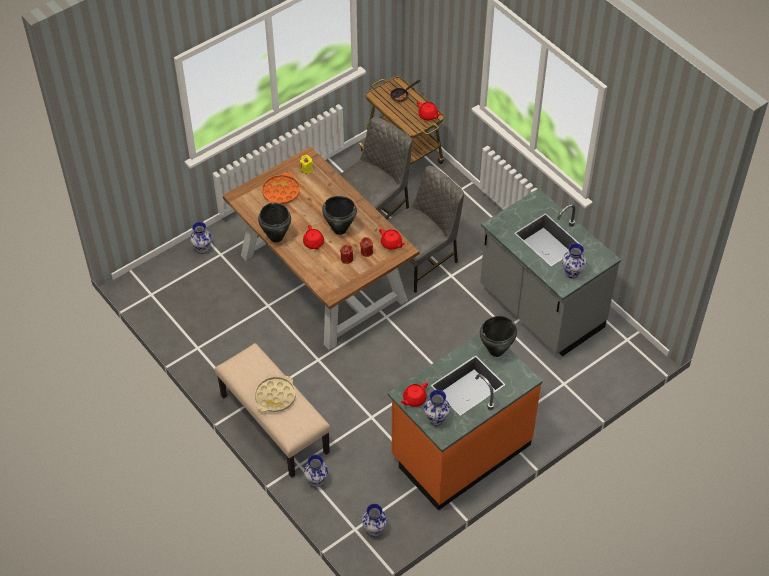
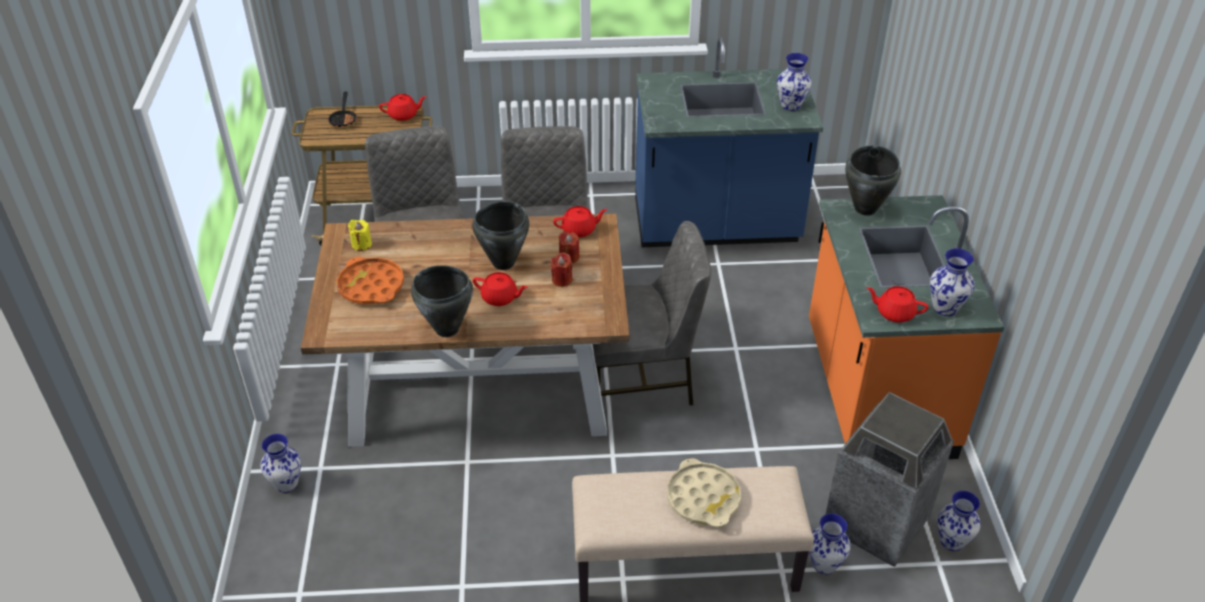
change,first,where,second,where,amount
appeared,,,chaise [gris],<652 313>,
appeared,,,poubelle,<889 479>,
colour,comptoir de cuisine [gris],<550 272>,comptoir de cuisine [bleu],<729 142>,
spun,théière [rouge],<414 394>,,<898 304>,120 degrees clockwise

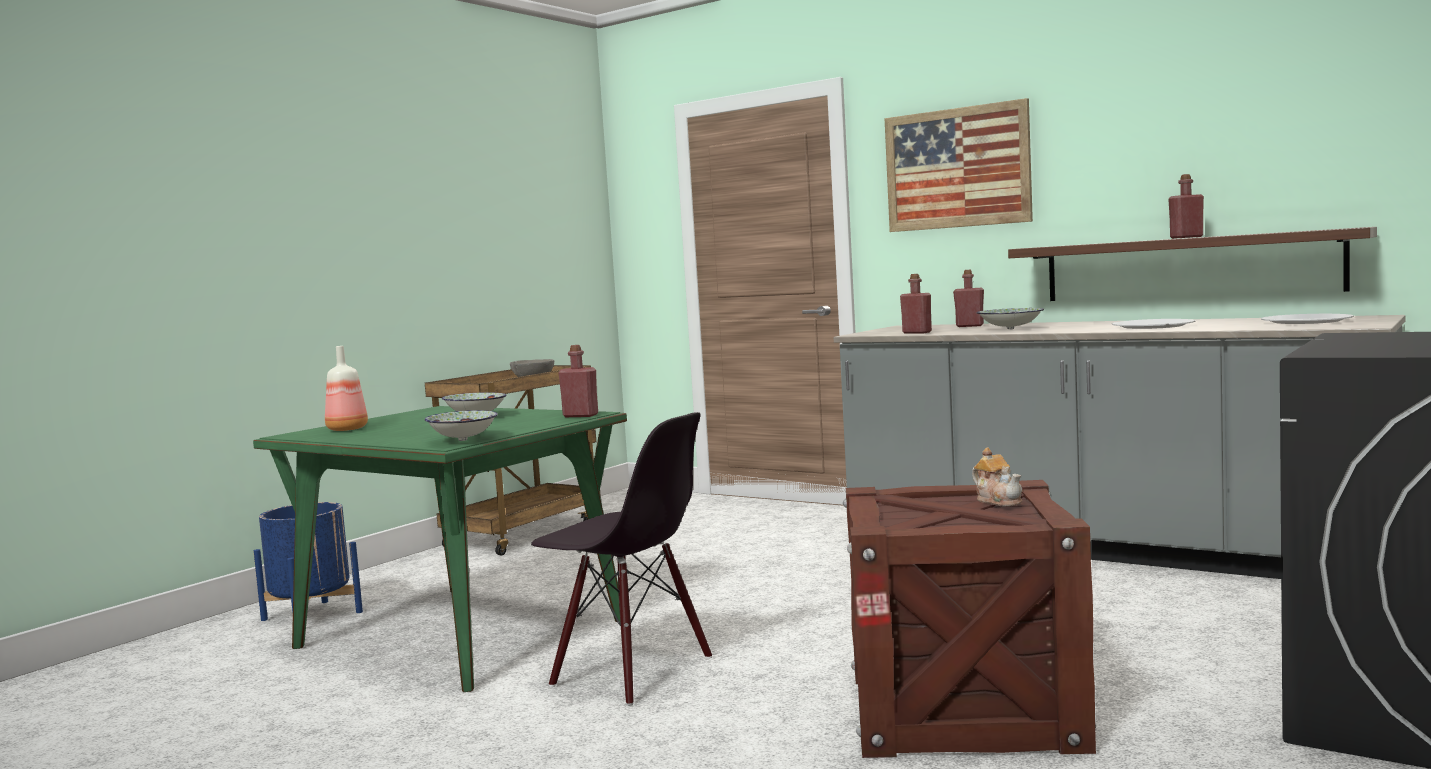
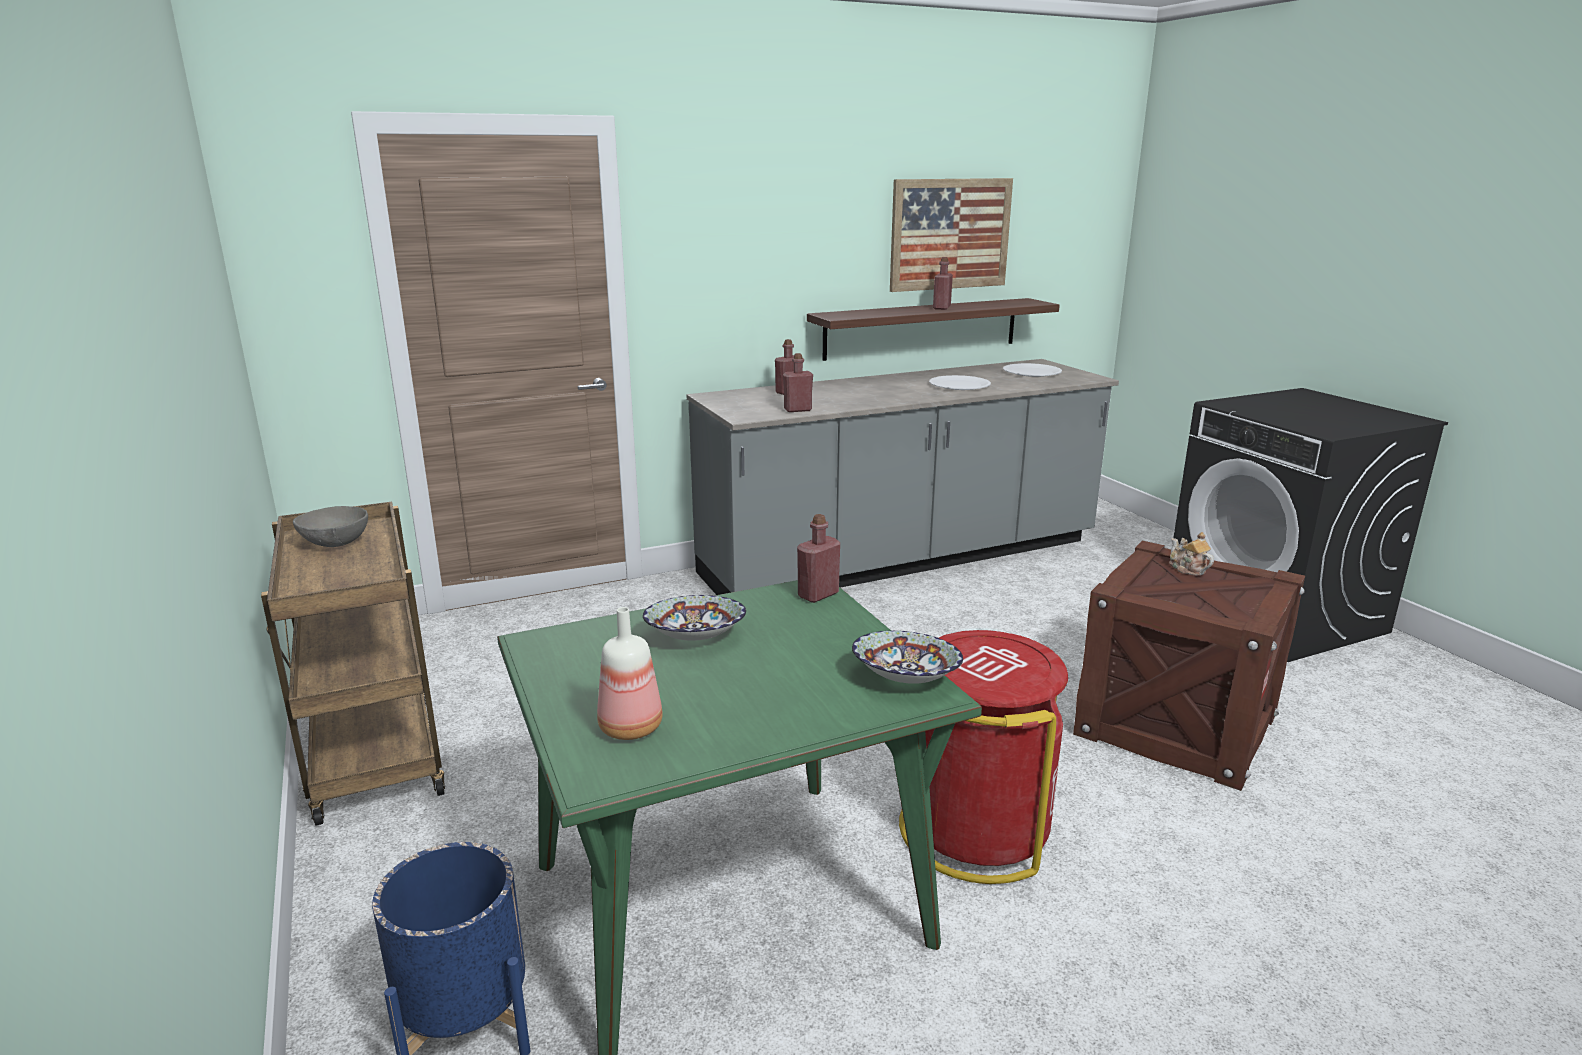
change,first,where,second,where,amount
missing,bol,<1010 318>,,,
relocated,tableau,<958 165>,,<951 235>,
exchanged,chaise [noir],<621 559>,poubelle [rouge],<983 757>,
spun,théière,<997 477>,,<1191 553>,120 degrees counterclockwise

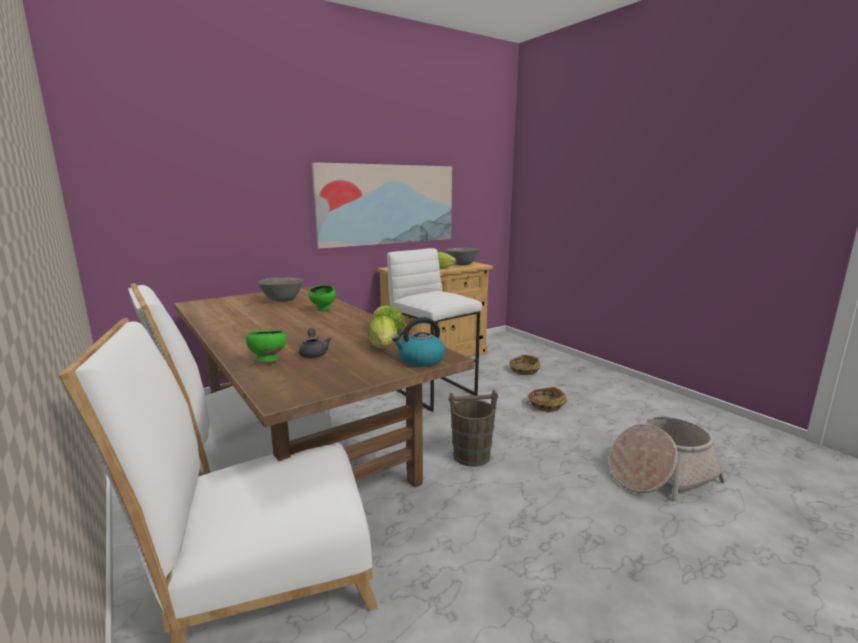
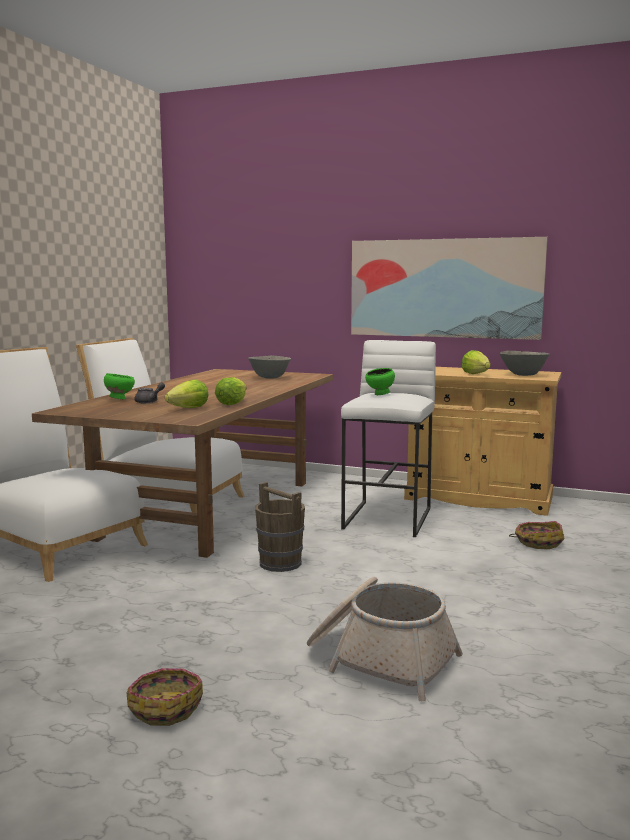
change,first,where,second,where,amount
missing,bouilloire,<418 342>,,,
relocated,bol [vert],<322 298>,,<380 381>,
relocated,panier,<546 399>,,<164 697>,

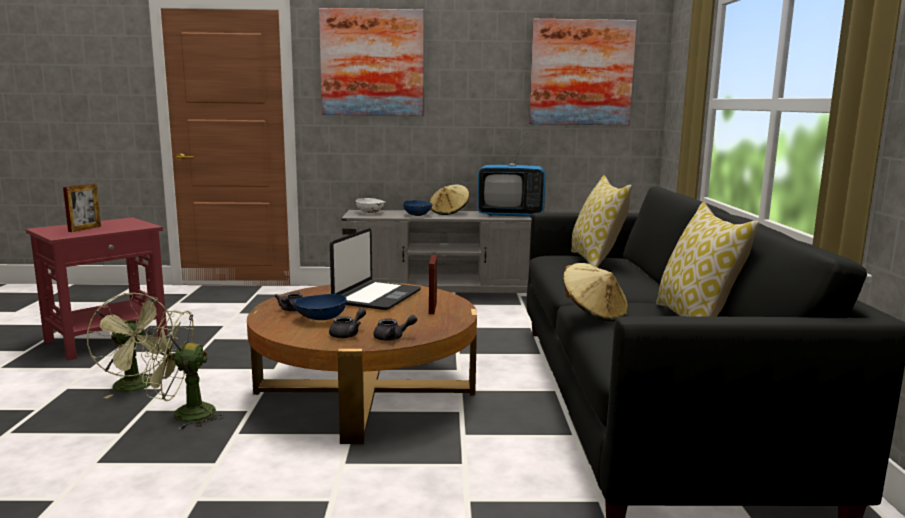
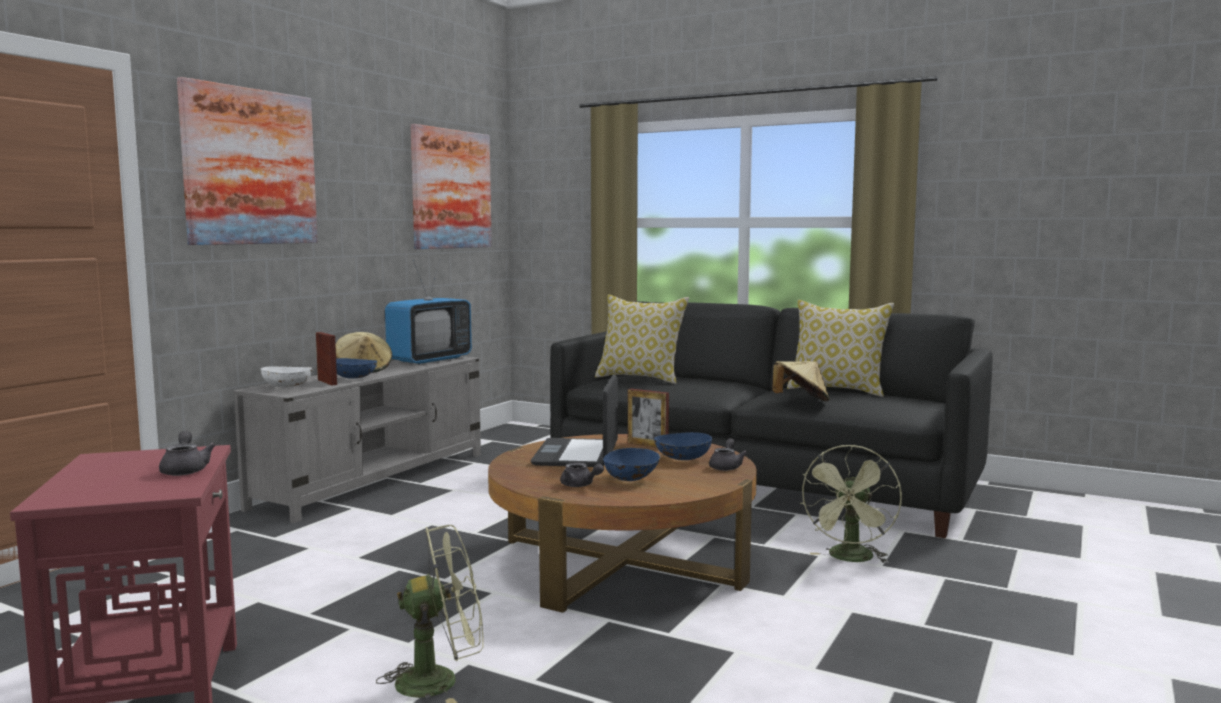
change,first,where,second,where,amount
appeared,,,bol [bleu],<683 446>,
relocated,cadre photo,<82 208>,,<326 359>,
relocated,ventilateur [vert],<183 370>,,<851 504>,
relocated,théière [gris],<347 323>,,<187 453>,
spun,ordinateur portable,<375 269>,,<574 420>,135 degrees counterclockwise

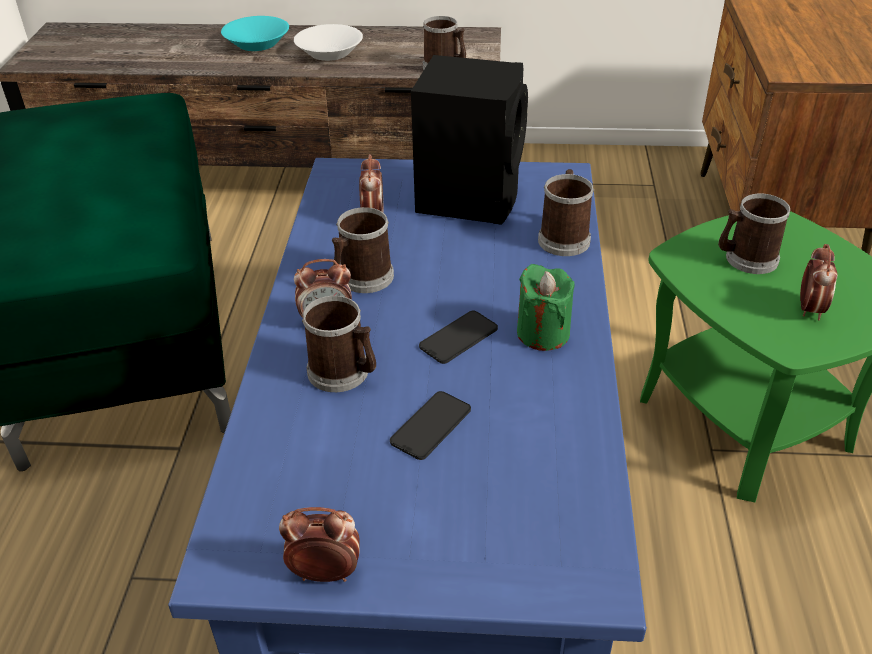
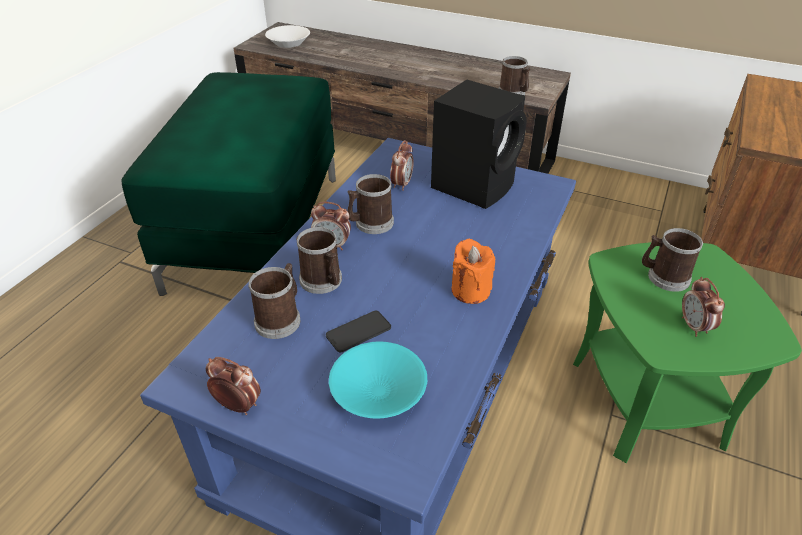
change,first,where,second,where,amount
missing,téléphone,<458 337>,,,
relocated,bol [turquoise],<255 33>,,<378 380>,
relocated,bol [blanc],<328 42>,,<287 36>,
relocated,mug,<566 212>,,<274 301>,
colour,bougie [vert],<546 307>,bougie [orange],<473 271>,
spun,réveil,<819 282>,,<703 307>,135 degrees clockwise

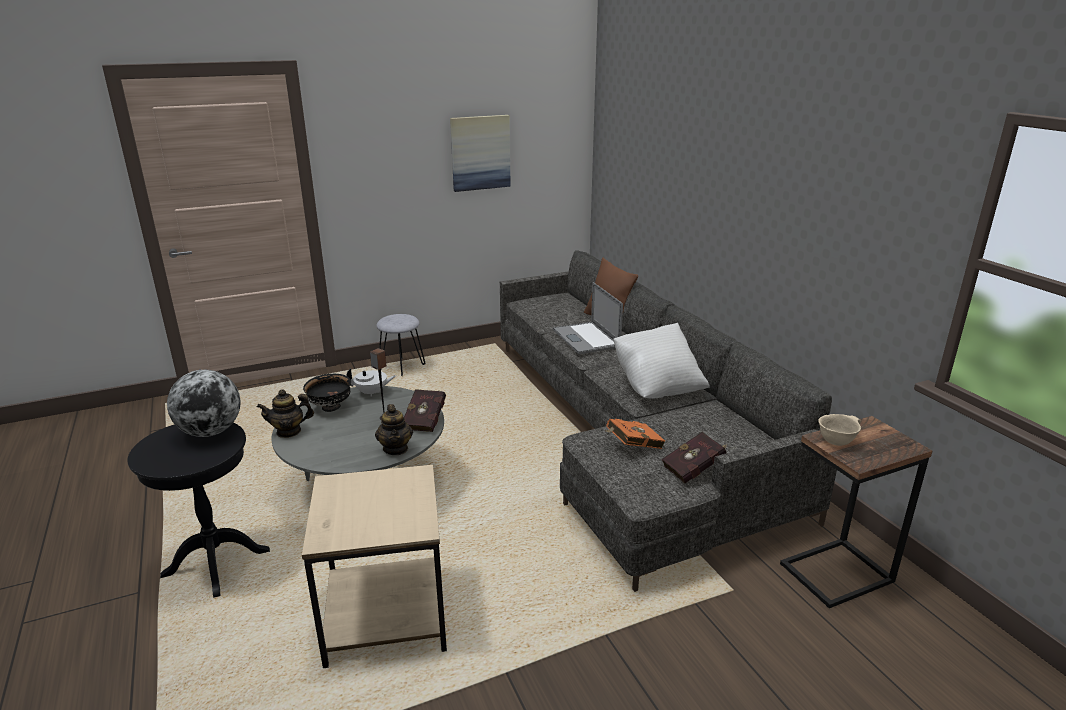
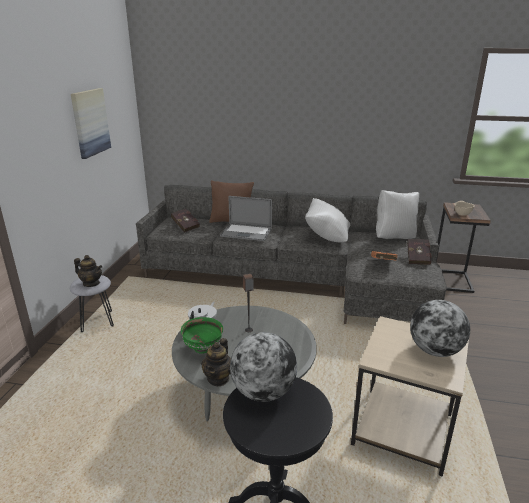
change,first,where,second,where,amount
appeared,,,coussin [blanc],<397 214>,
appeared,,,globe,<440 328>,
relocated,théière,<394 429>,,<88 271>,
relocated,livre [rouge],<425 410>,,<185 220>,
colour,bol [noir],<327 393>,bol [vert],<202 335>,

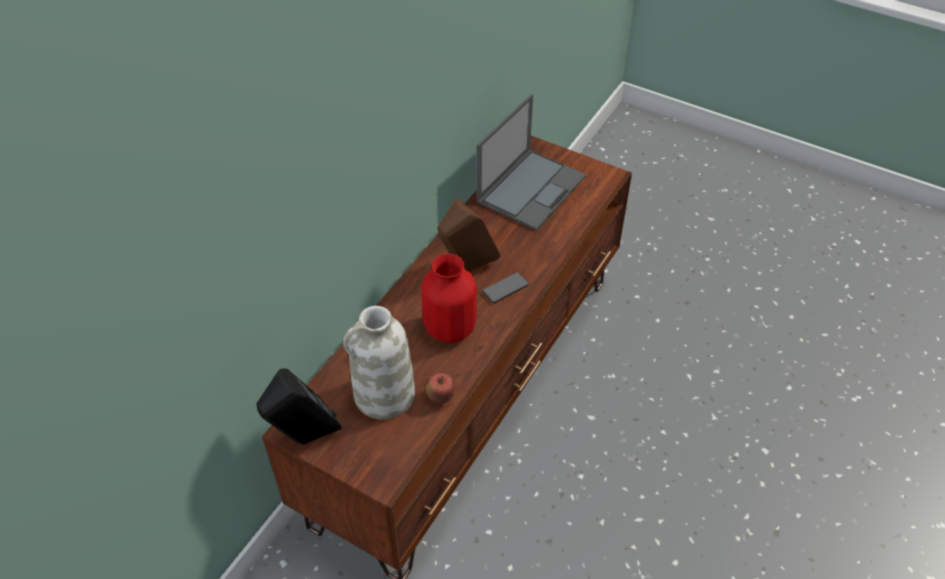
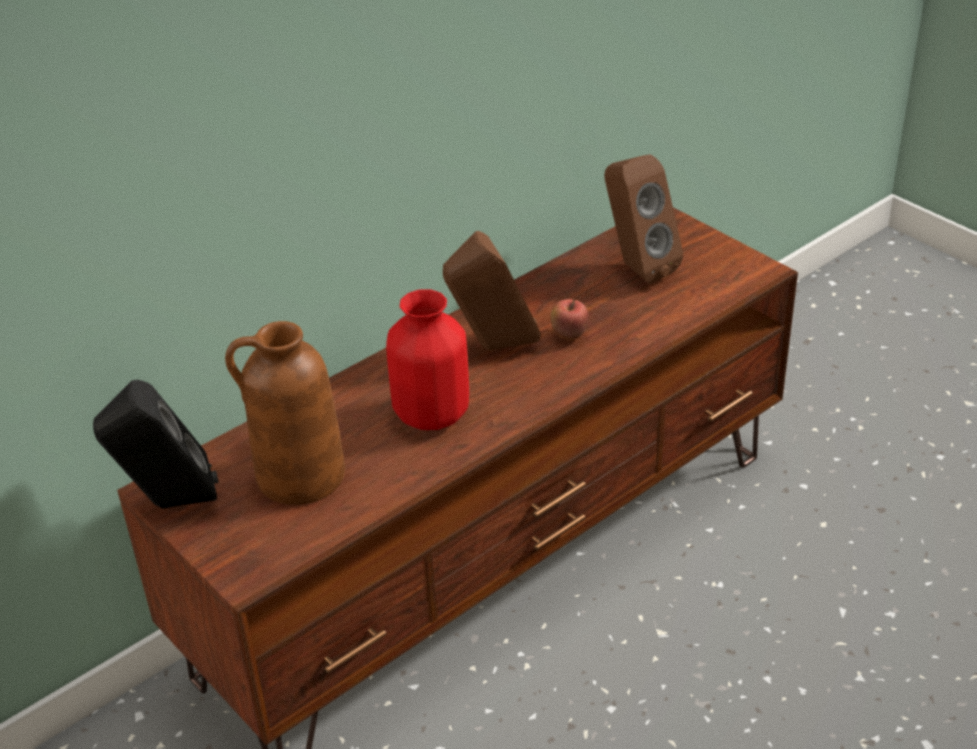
change,first,where,second,where,amount
missing,téléphone,<505 287>,,,
relocated,pomme,<440 388>,,<570 319>,
exchanged,ordinateur portable,<531 162>,enceinte [marron],<643 219>,
colour,vase [blanc],<379 363>,vase [marron],<285 413>,

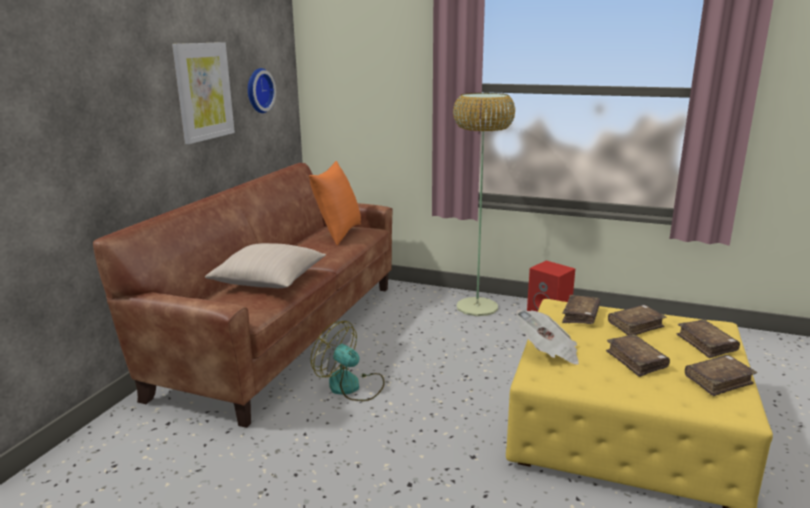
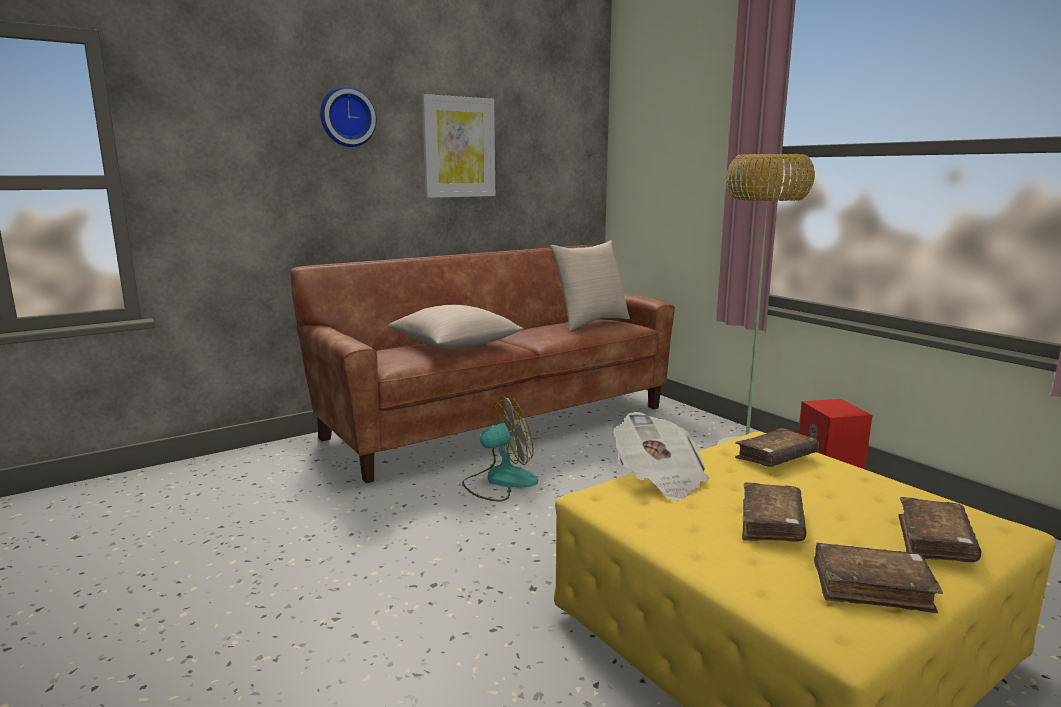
change,first,where,second,where,amount
missing,livre [marron],<637 320>,,,
relocated,horloge murale,<262 90>,,<348 116>,
colour,coussin [orange],<335 203>,coussin [beige],<590 285>,
spun,ventilateur,<348 361>,,<500 449>,90 degrees clockwise

